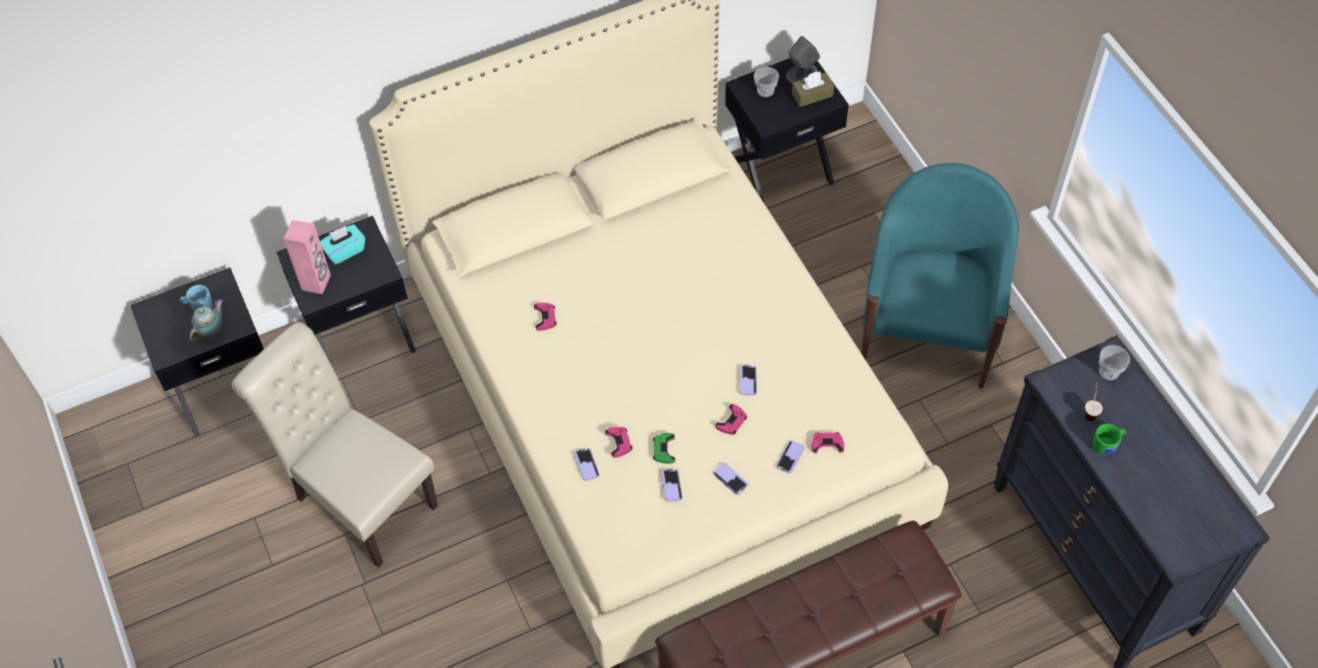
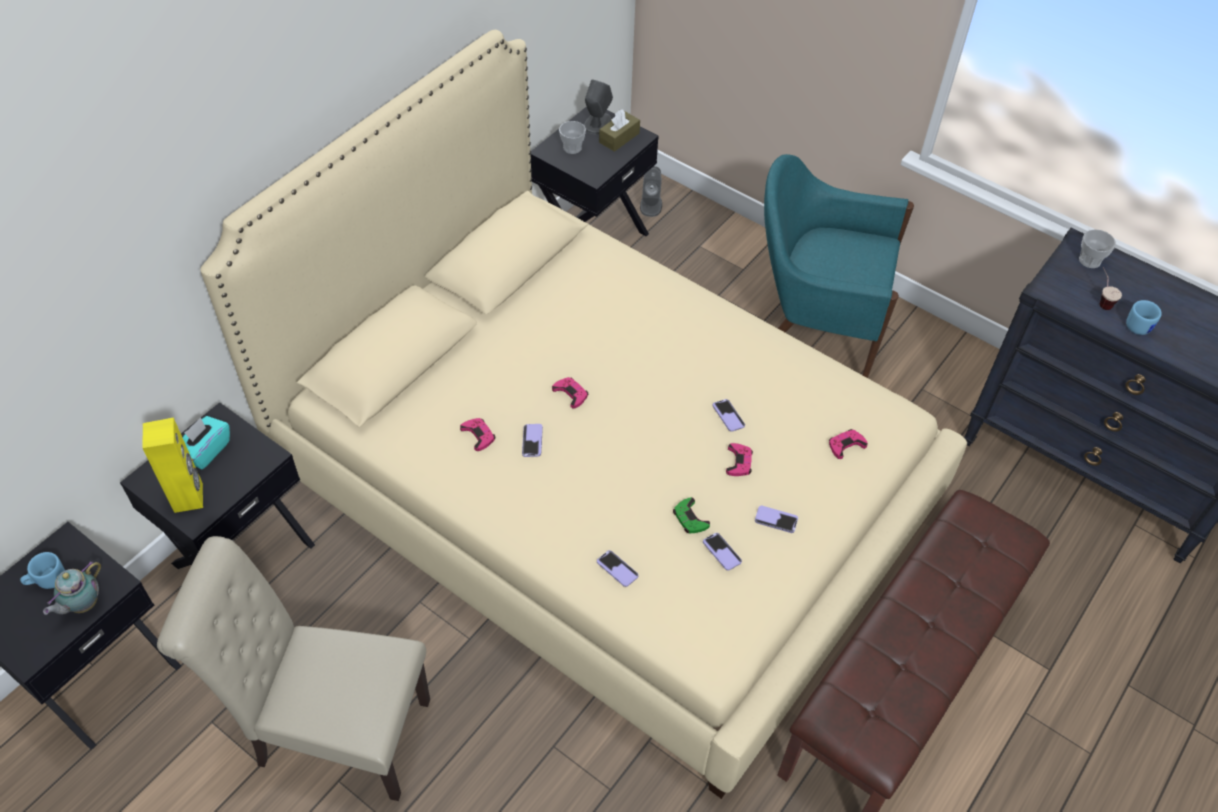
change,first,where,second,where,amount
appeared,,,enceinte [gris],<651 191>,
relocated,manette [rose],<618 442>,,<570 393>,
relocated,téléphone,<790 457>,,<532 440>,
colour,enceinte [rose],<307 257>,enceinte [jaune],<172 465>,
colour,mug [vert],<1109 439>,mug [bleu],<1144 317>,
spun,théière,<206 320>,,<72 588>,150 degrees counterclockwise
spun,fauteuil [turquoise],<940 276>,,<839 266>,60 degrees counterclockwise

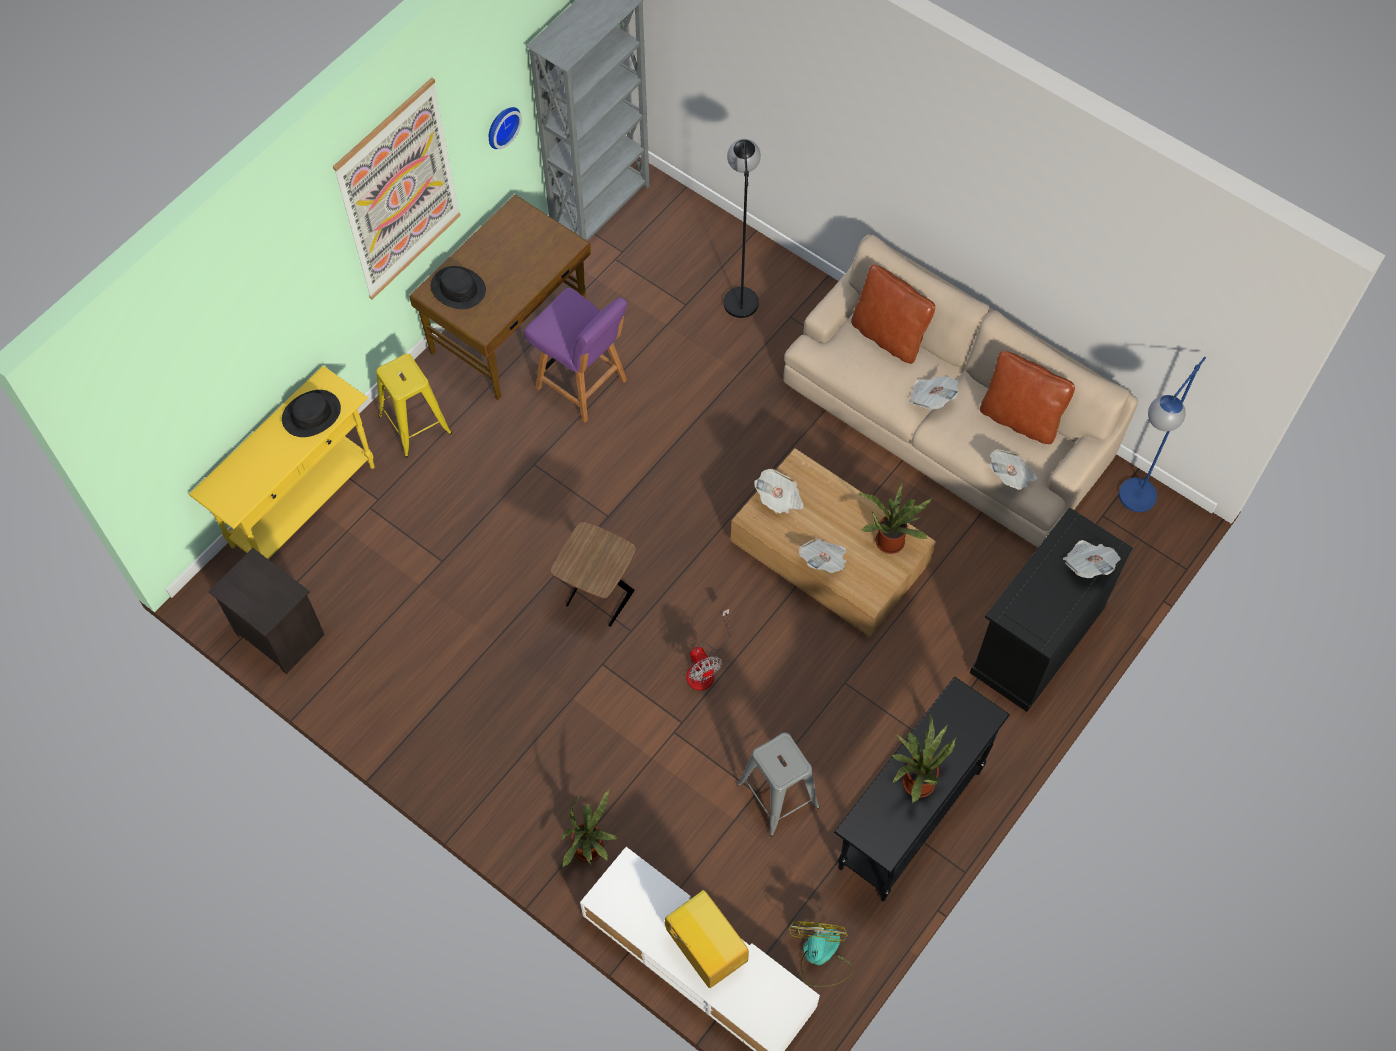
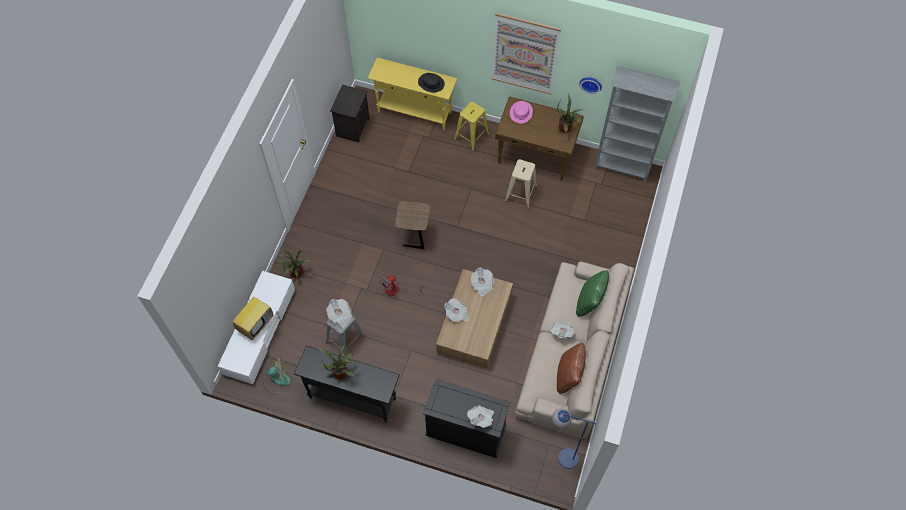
change,first,where,second,where,amount
missing,lampadaire [noir],<742 228>,,,
relocated,plante en pot,<894 518>,,<570 113>,
relocated,journal,<1013 469>,,<339 313>,
exchanged,chaise [violet],<575 355>,tabouret [beige],<521 183>,
colour,chapeau [noir],<458 287>,chapeau [rose],<521 112>,
colour,coussin [marron],<893 314>,coussin [vert],<592 293>,

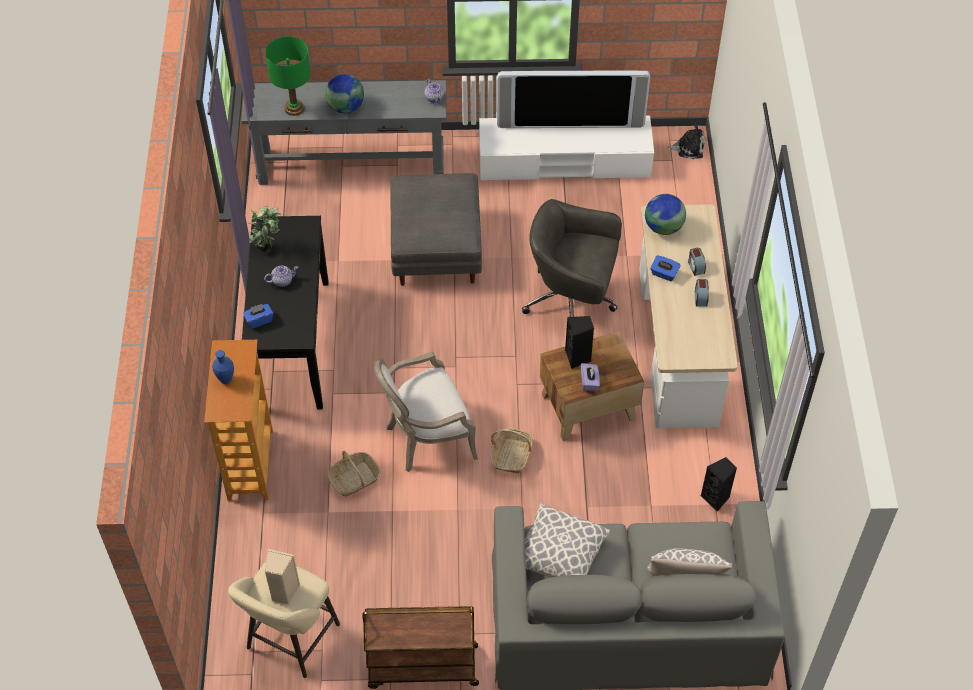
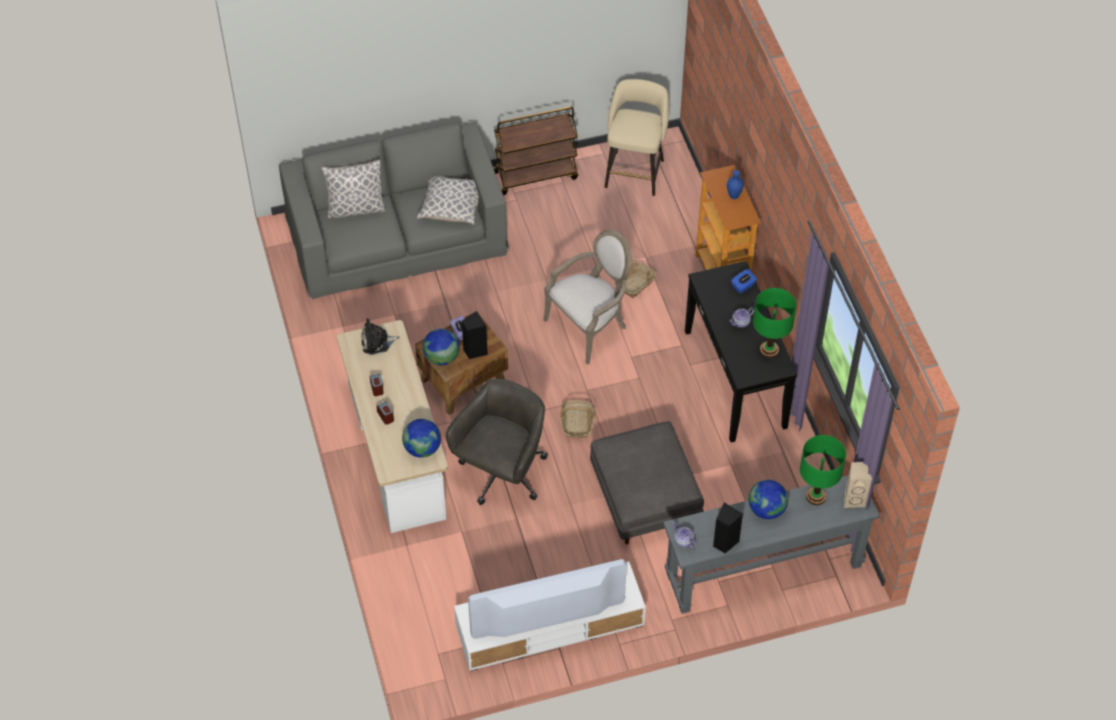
change,first,where,second,where,amount
missing,boîte à mouchoirs [bleu],<665 268>,,,
appeared,,,globe,<441 347>,
relocated,enceinte [beige],<282 577>,,<858 485>,
relocated,panier,<512 451>,,<578 419>,
relocated,peluche,<686 141>,,<380 336>,
relocated,enceinte [noir],<719 484>,,<728 527>,
exchanged,plante en pot,<264 227>,lampe de table [vert],<774 323>,
spun,chaise de bureau [gris],<572 258>,,<497 442>,60 degrees counterclockwise

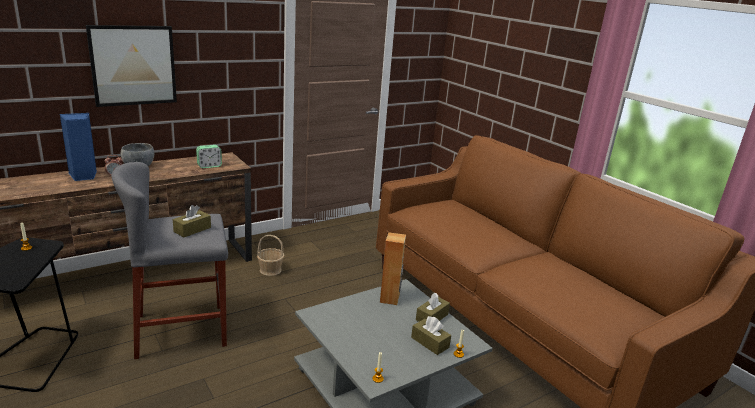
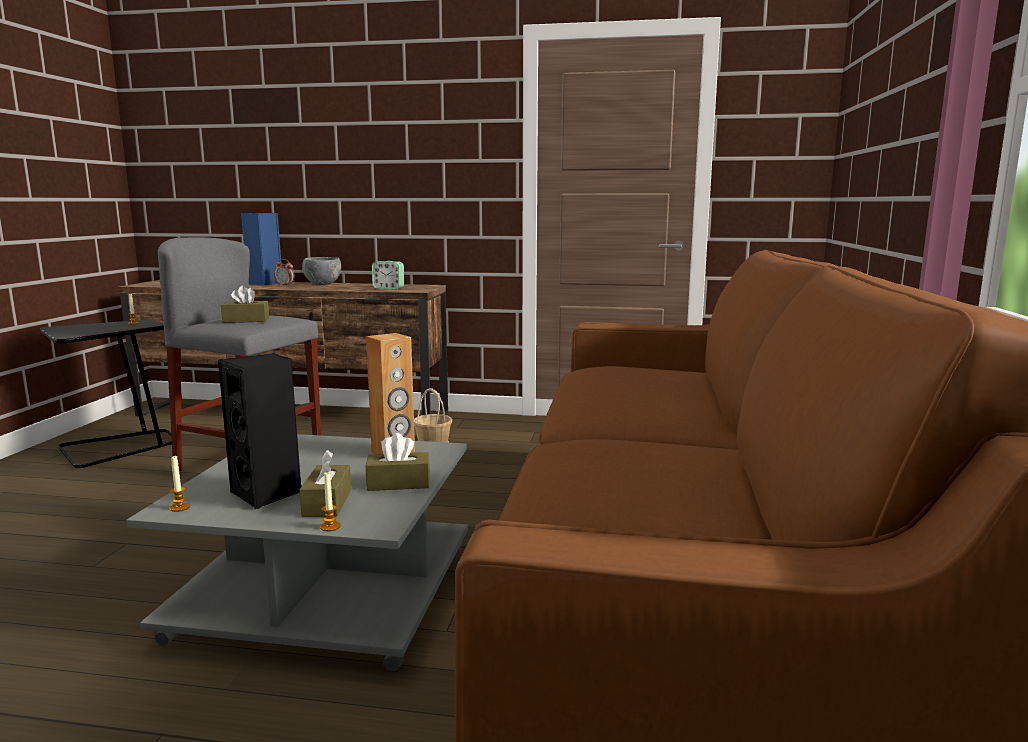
change,first,where,second,where,amount
missing,tableau,<131 66>,,,
appeared,,,enceinte [noir],<259 431>,

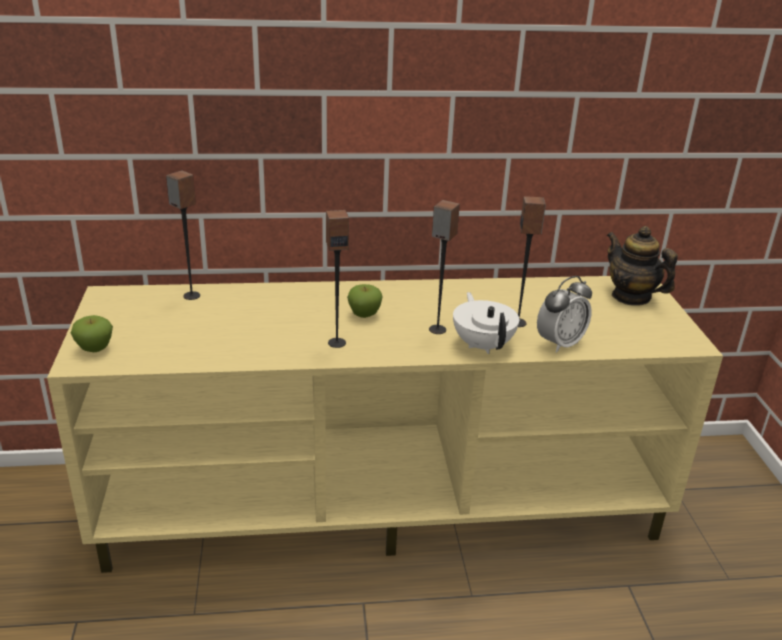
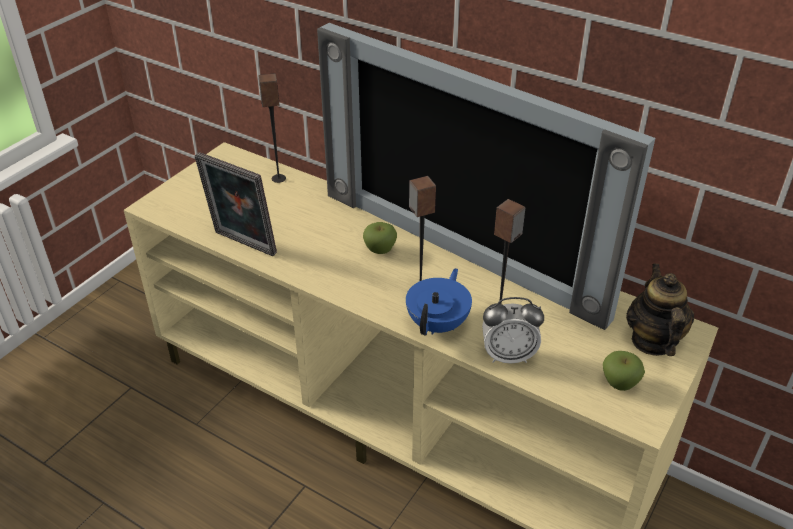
change,first,where,second,where,amount
missing,enceinte,<337 279>,,,
appeared,,,cadre photo,<236 204>,
appeared,,,téléviseur,<486 176>,
relocated,pomme,<92 333>,,<624 371>,
colour,théière [blanc],<486 323>,théière [bleu],<439 302>,

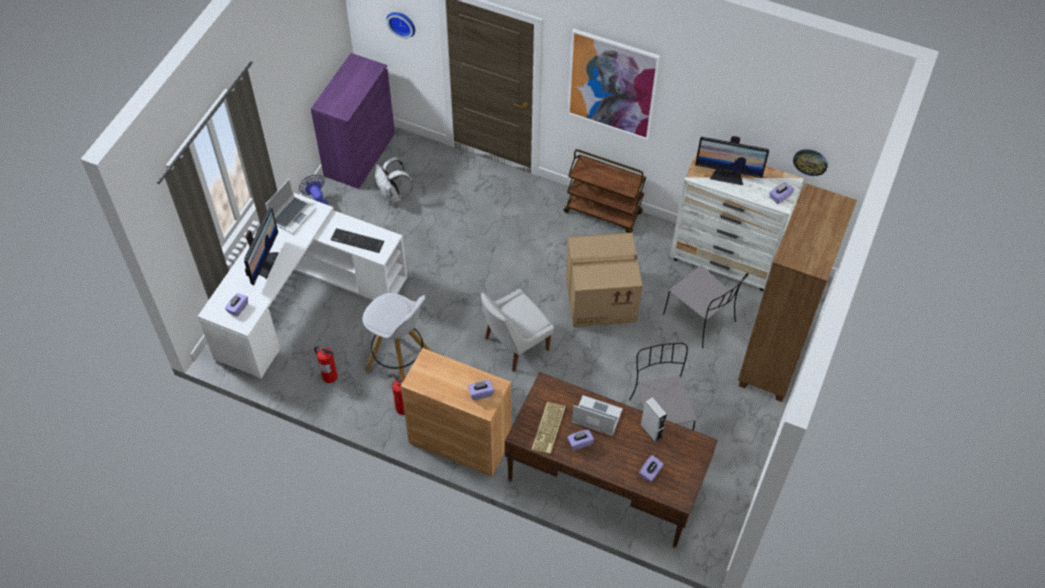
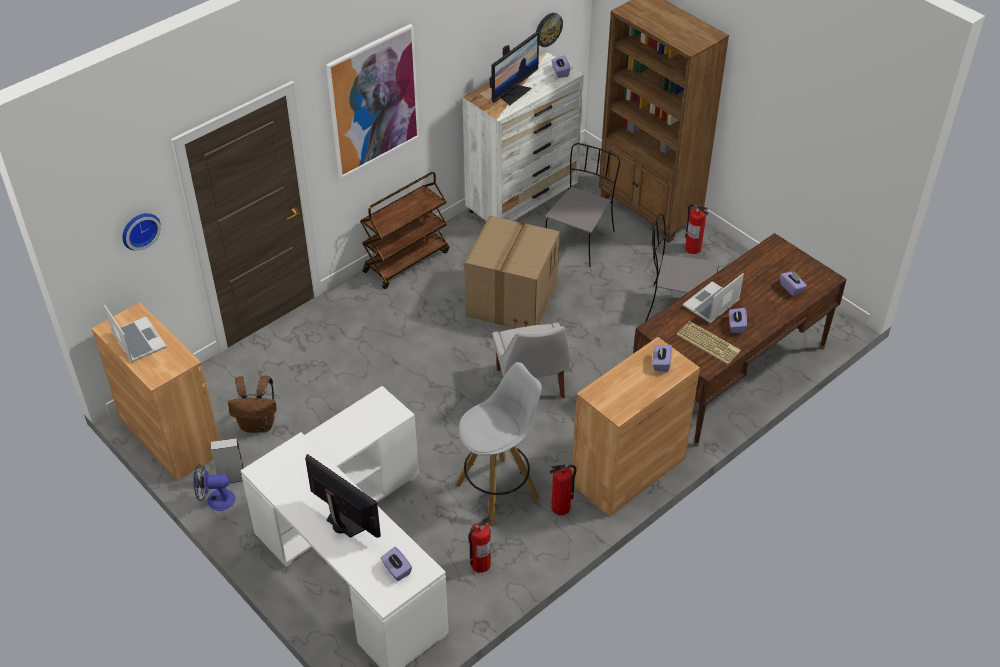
change,first,where,second,where,amount
missing,clavier,<357 240>,,,
appeared,,,extincteur,<696 229>,
relocated,ordinateur portable,<291 206>,,<135 333>,
relocated,enceinte [gris],<653 419>,,<226 460>,
colour,meuble de rangement [violet],<353 121>,meuble de rangement [marron],<155 391>,
colour,sac à dos [blanc],<394 180>,sac à dos [marron],<252 404>,
spun,chaise [gris],<706 306>,,<582 205>,45 degrees counterclockwise

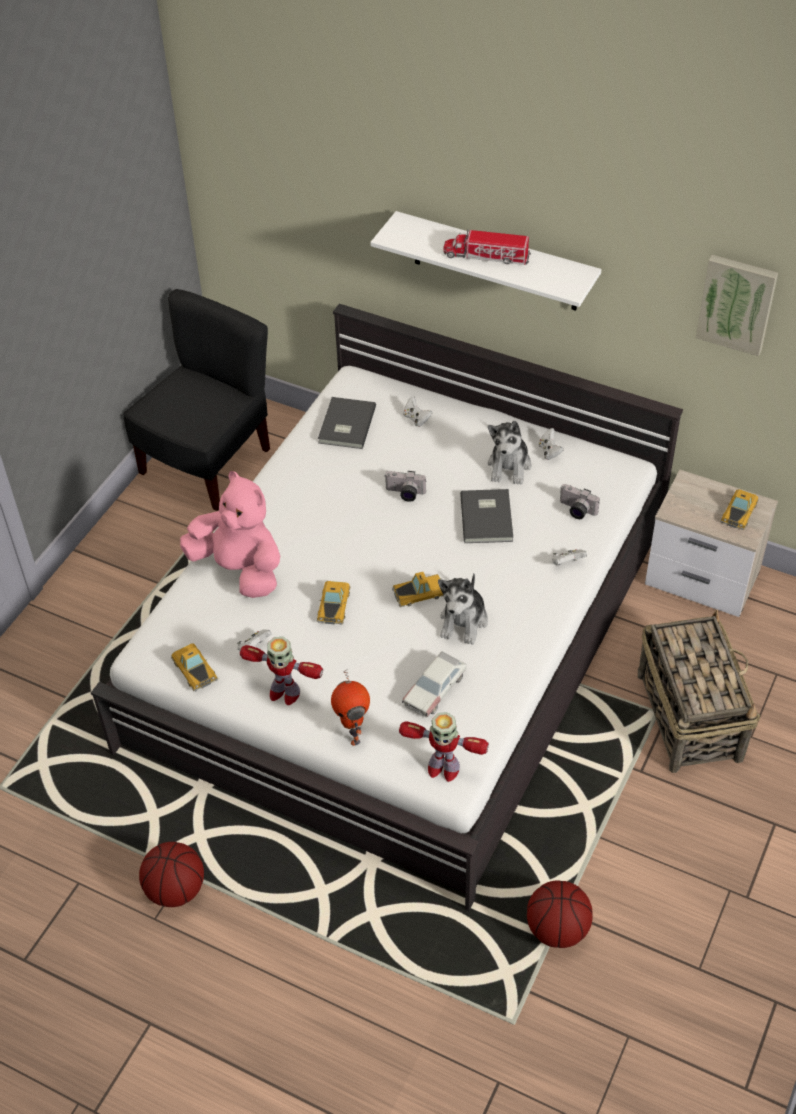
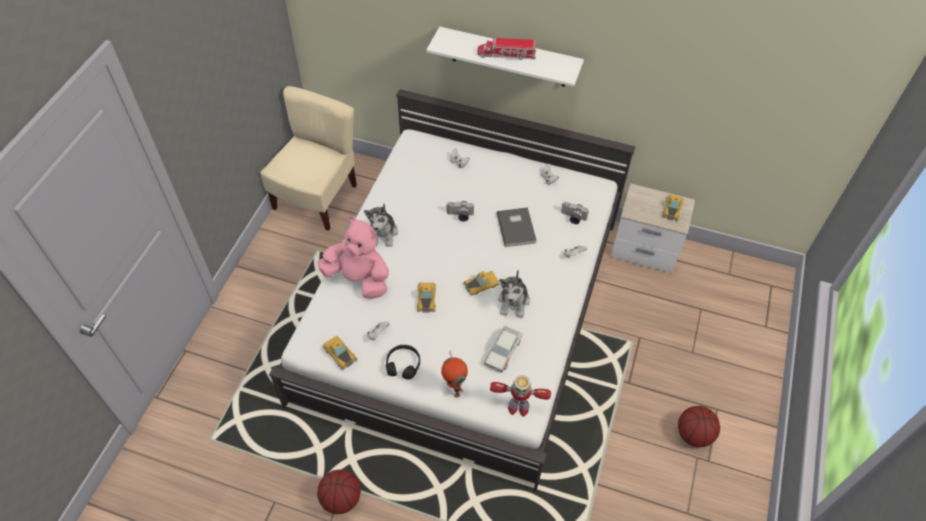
change,first,where,second,where,amount
missing,livre [gris],<347 423>,,,
missing,panier,<699 691>,,,
missing,tableau,<737 305>,,,
relocated,peluche,<509 453>,,<381 225>,
relocated,ballon de basket,<560 914>,,<699 426>,
exchanged,robot jouet,<281 671>,casque audio [noir],<403 362>,
colour,chaise [noir],<196 400>,chaise [beige],<308 158>,

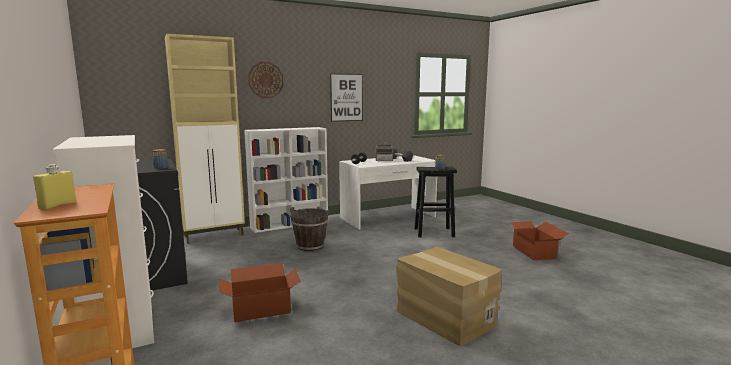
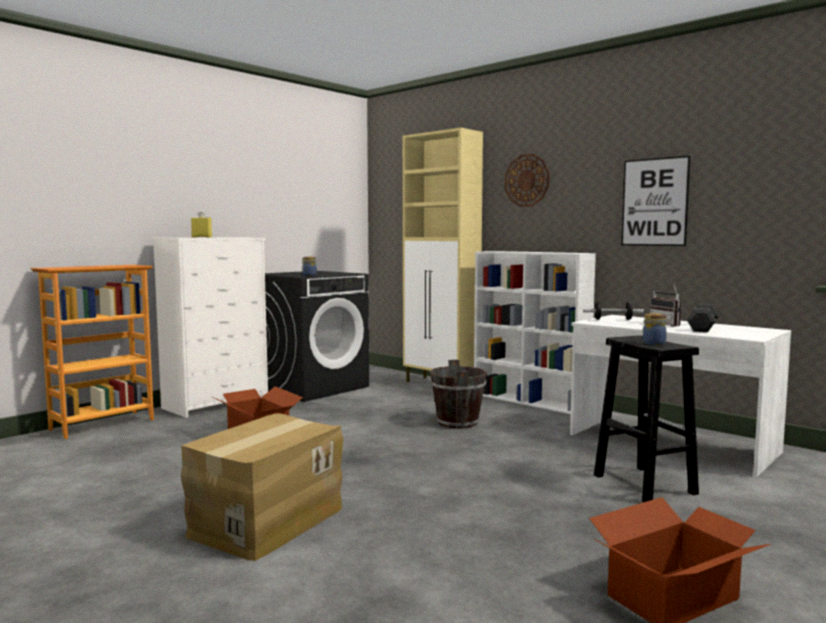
change,first,where,second,where,amount
relocated,bouteille [jaune],<55 187>,,<201 225>,

